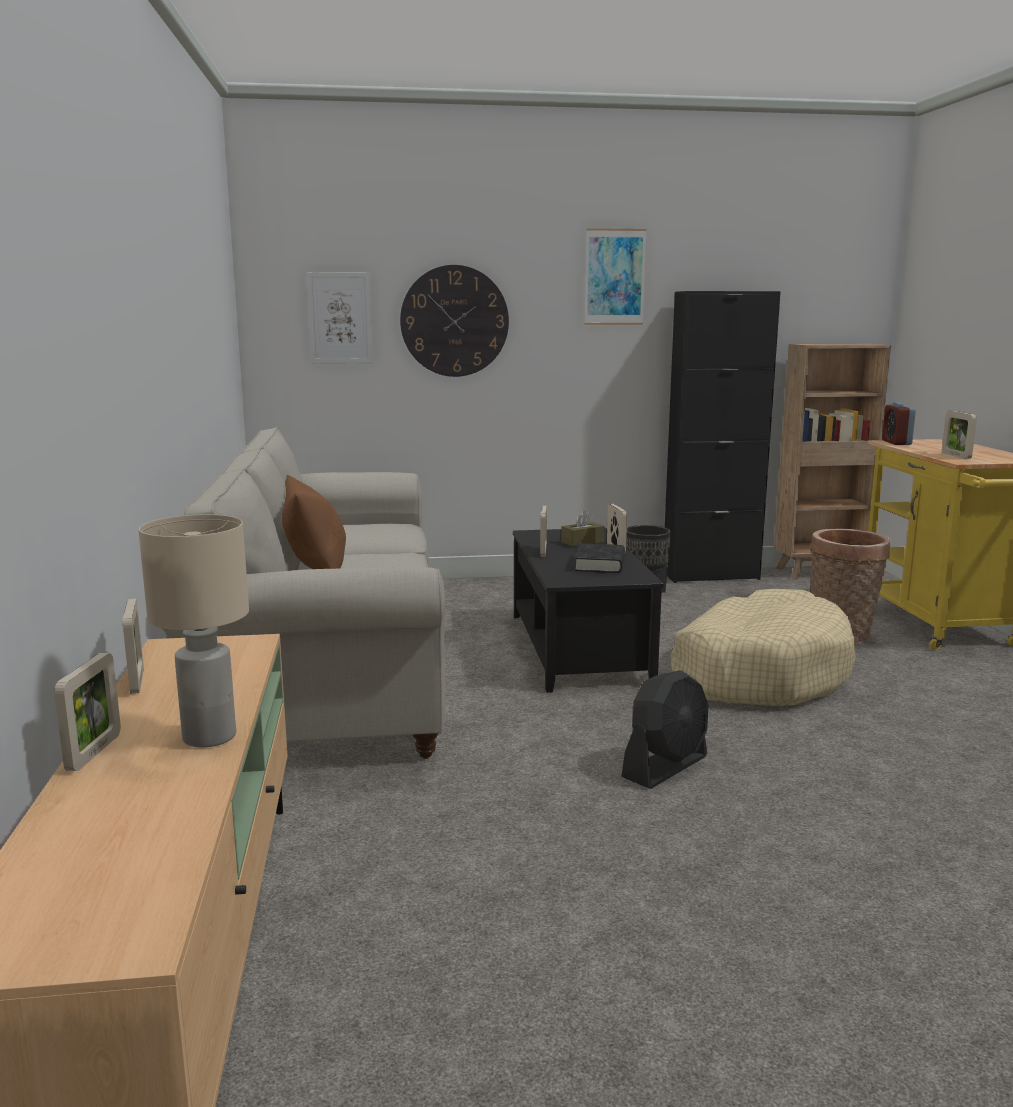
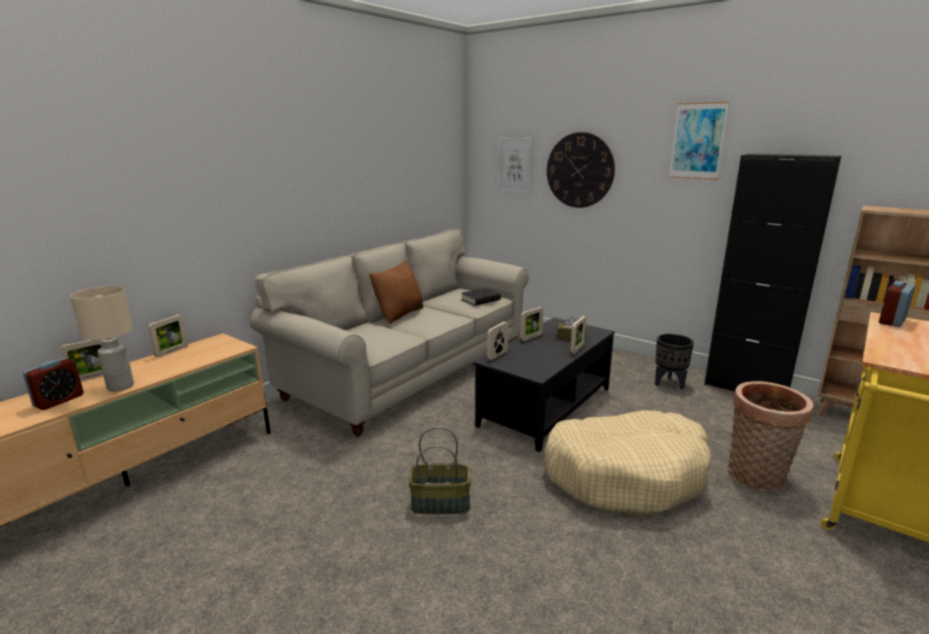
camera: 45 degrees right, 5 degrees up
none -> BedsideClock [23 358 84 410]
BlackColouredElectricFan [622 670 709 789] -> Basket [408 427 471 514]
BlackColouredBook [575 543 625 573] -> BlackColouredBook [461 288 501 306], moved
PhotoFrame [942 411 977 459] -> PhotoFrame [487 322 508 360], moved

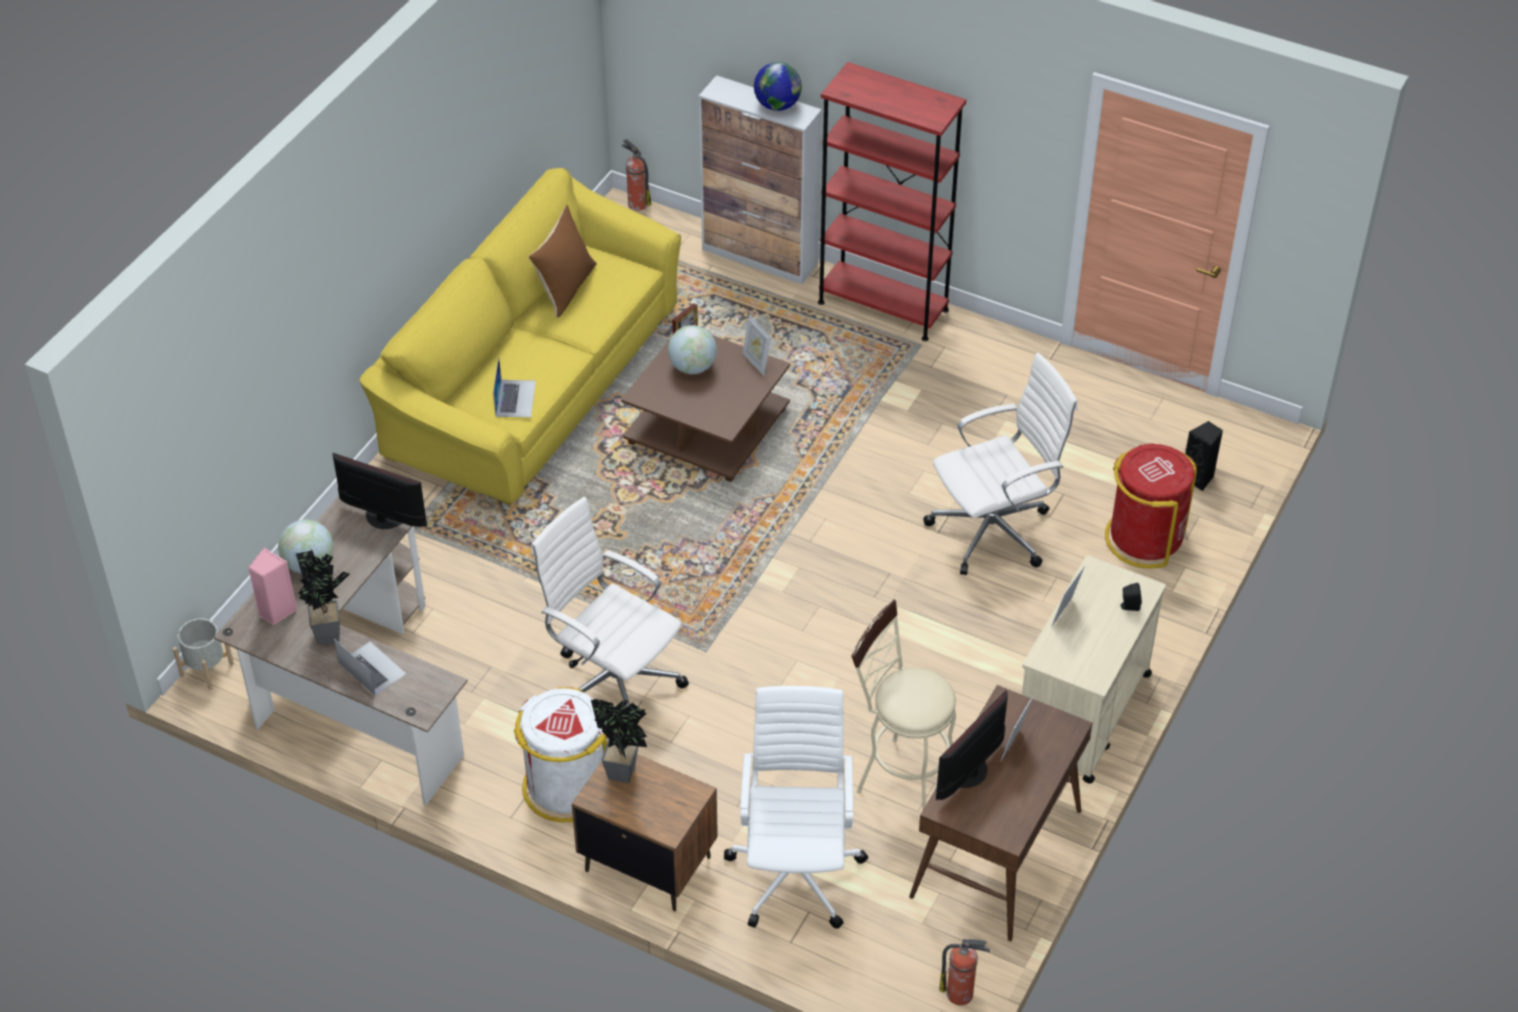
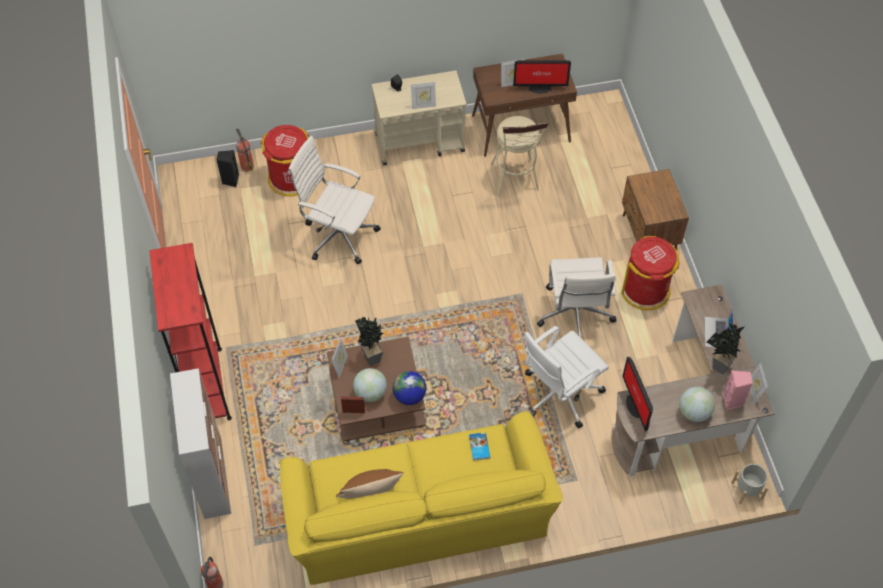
camera: 130 degrees left, 10 degrees up
FireExtinguisher [939 939 990 1005] -> FireExtinguisher [236 128 254 172], moved
PottedPlant [591 699 647 783] -> PottedPlant [355 316 383 366], moved
DeskGlobe [754 62 802 111] -> DeskGlobe [392 371 426 405], moved
NotebookComputer [493 357 536 418] -> Book [469 432 490 461]
WhiteColouredDeskChair [724 686 868 929] -> WhiteColouredDeskChair [524 326 609 429], moved
WhiteColouredTrashCan [514 687 607 822] -> ReddishTrashCan [622 236 680 310]
none -> PhotoFrame [750 362 768 405]

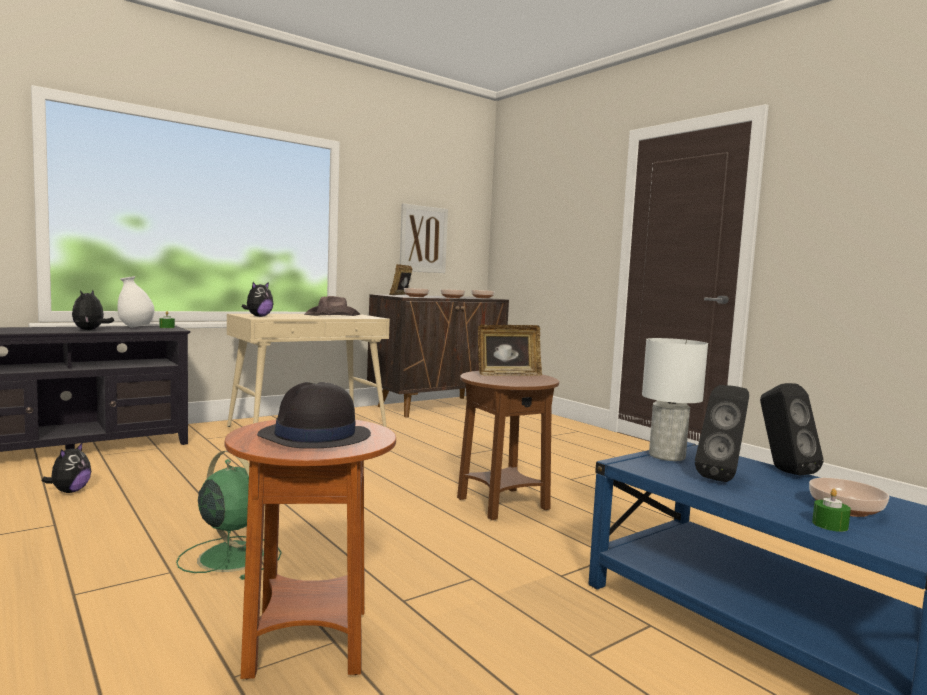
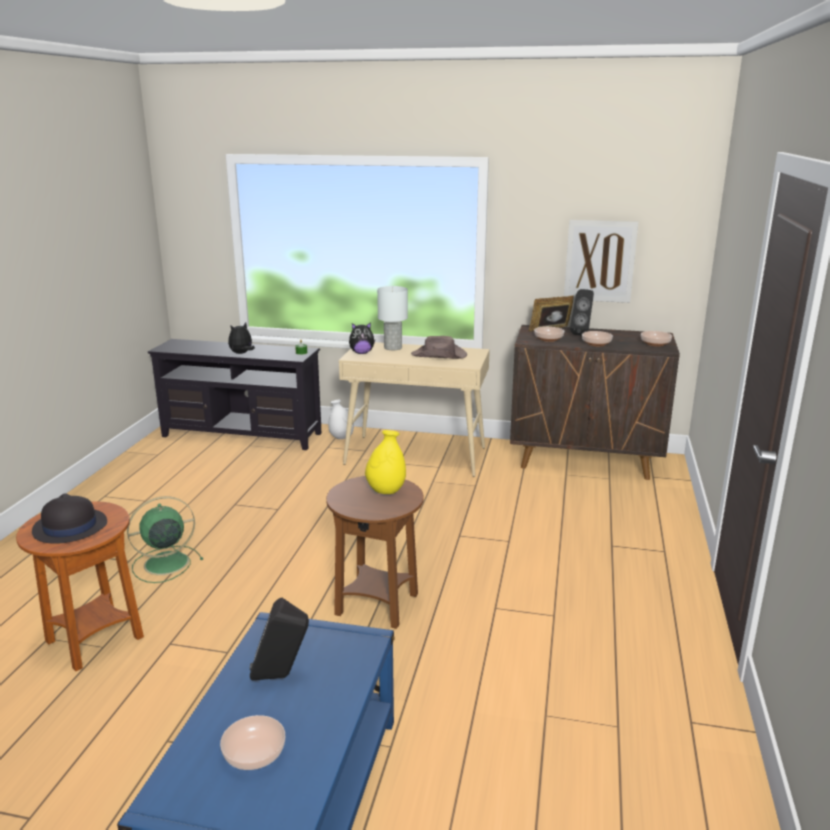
camera: 50 degrees right, 15 degrees up
GreenElectricFan [176 450 282 580] -> GreenElectricFan [127 496 203 583], 120 degrees counterclockwise
WhiteColouredVase [117 276 154 328] -> WhiteColouredVase [328 399 354 439], moved
PhotoFrame [478 325 542 376] -> YellowishVase [365 430 406 494]
WhiteColouredTabletopLamp [642 338 708 461] -> WhiteColouredTabletopLamp [377 286 408 350], moved
BlackColouredSpeaker [760 383 824 475] -> BlackColouredSpeaker [570 289 594 335], moved
CuddlyToy [42 442 91 493] -> none
GreenWaxLight [812 489 851 532] -> none

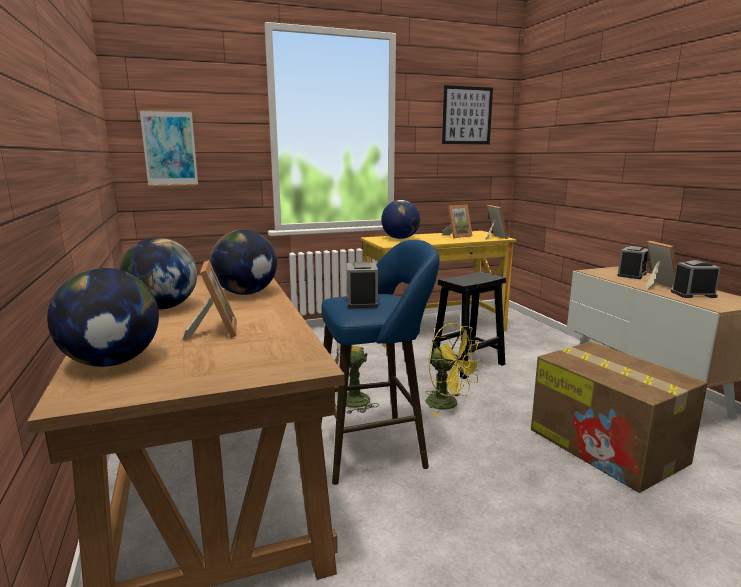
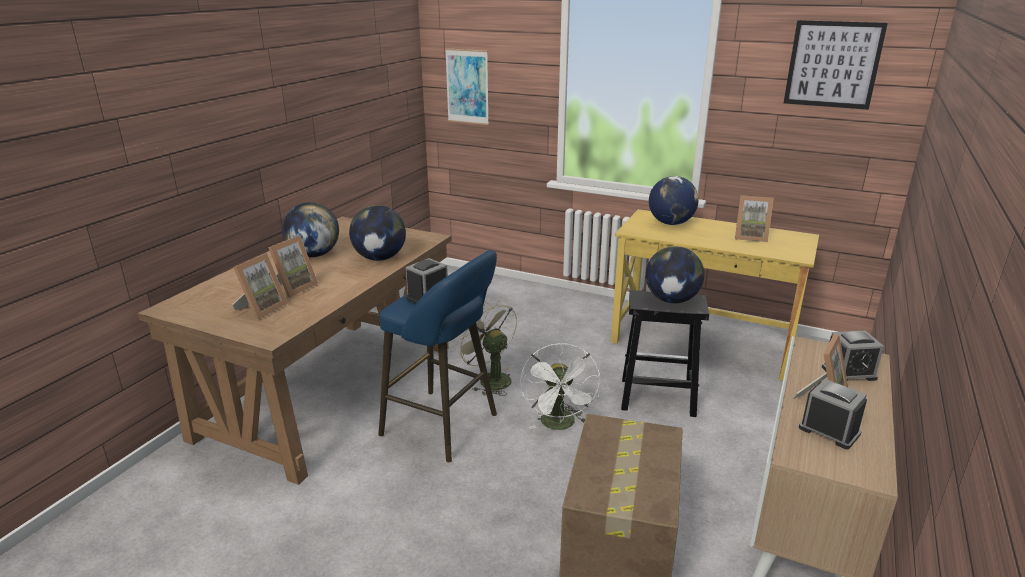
camera: 45 degrees right, 10 degrees up
PhotoFrame [485 205 508 240] -> PhotoFrame [232 253 288 320], moved
YellowishElectricFan [425 323 482 416] -> WhiteColouredElectricFan [520 343 600 430]
DeskGlobe [47 268 159 367] -> DeskGlobe [646 246 704 303], moved

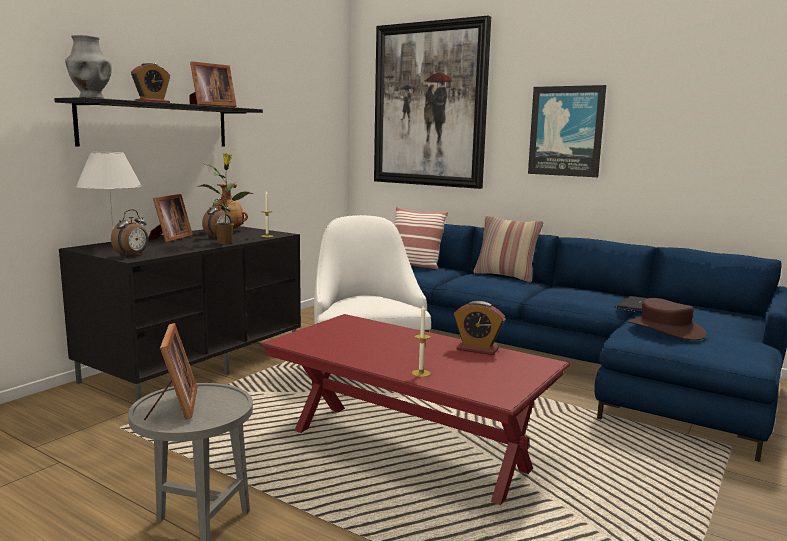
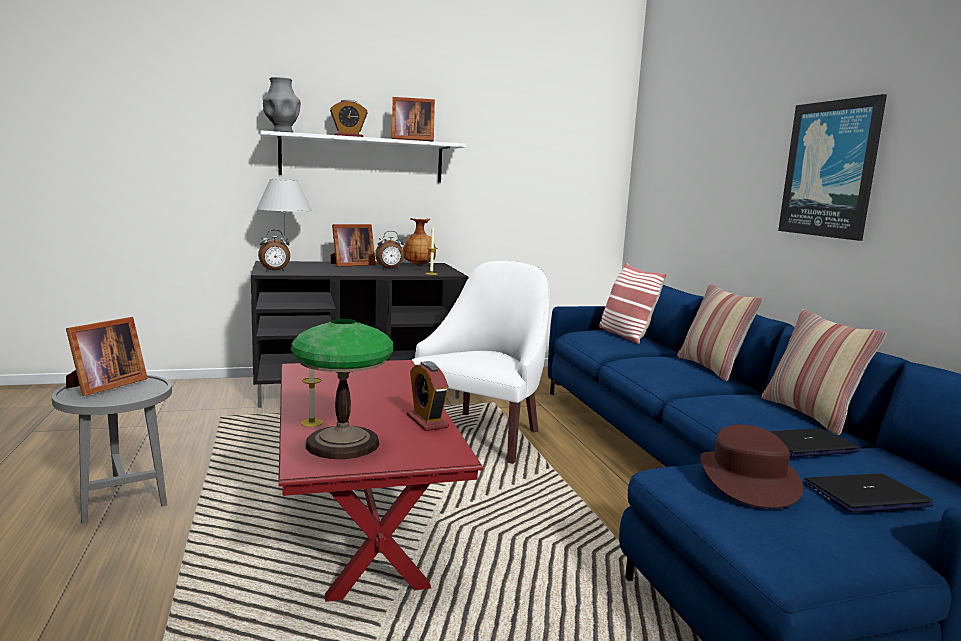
camera: 40 degrees right, 0 degrees up
BlackColouredShelf [54 97 263 146] -> WhiteColouredShelf [260 130 466 182]
none -> TabletopLamp [291 319 394 459]
none -> Cushion [762 309 886 435]
none -> NotebookComputer [805 473 934 512]
PottedPlant [200 153 254 244] -> none
Picture [374 16 491 189] -> none

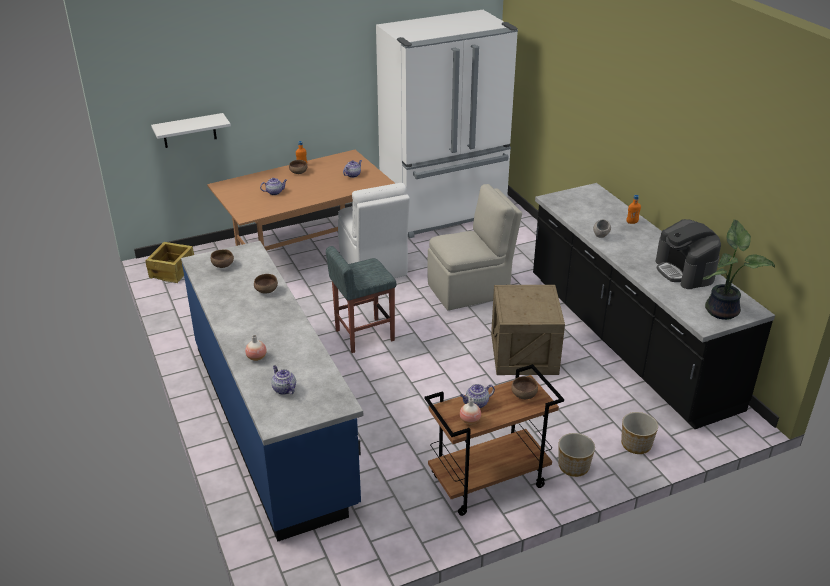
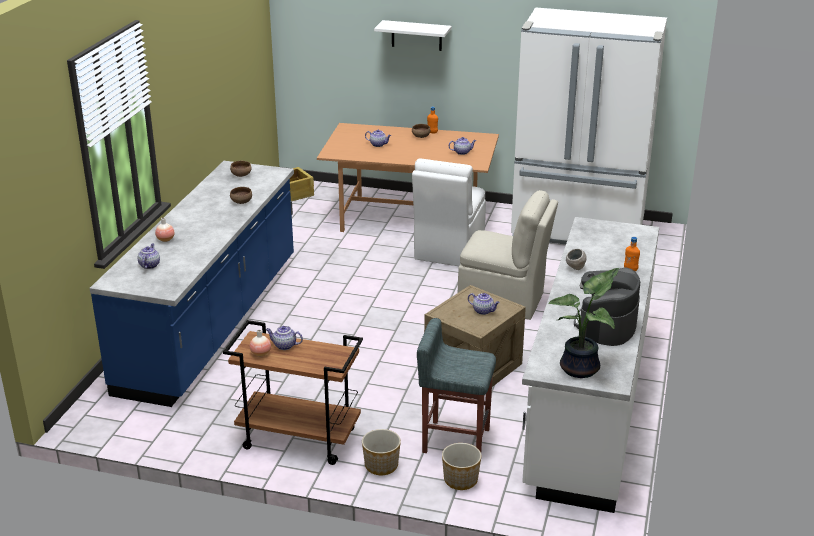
camera: 40 degrees right, 5 degrees down
WhiteColouredShelf [151 113 231 148] -> WhiteColouredShelf [374 20 452 51], moved
GreySittingStool [326 246 397 353] -> GreySittingStool [417 318 496 453], moved
none -> Teapot [468 293 500 315]
BlackColouredCounter [533 183 775 429] -> WhiteColouredCounter [522 217 659 513]
BrownishBowl [511 376 538 399] -> none

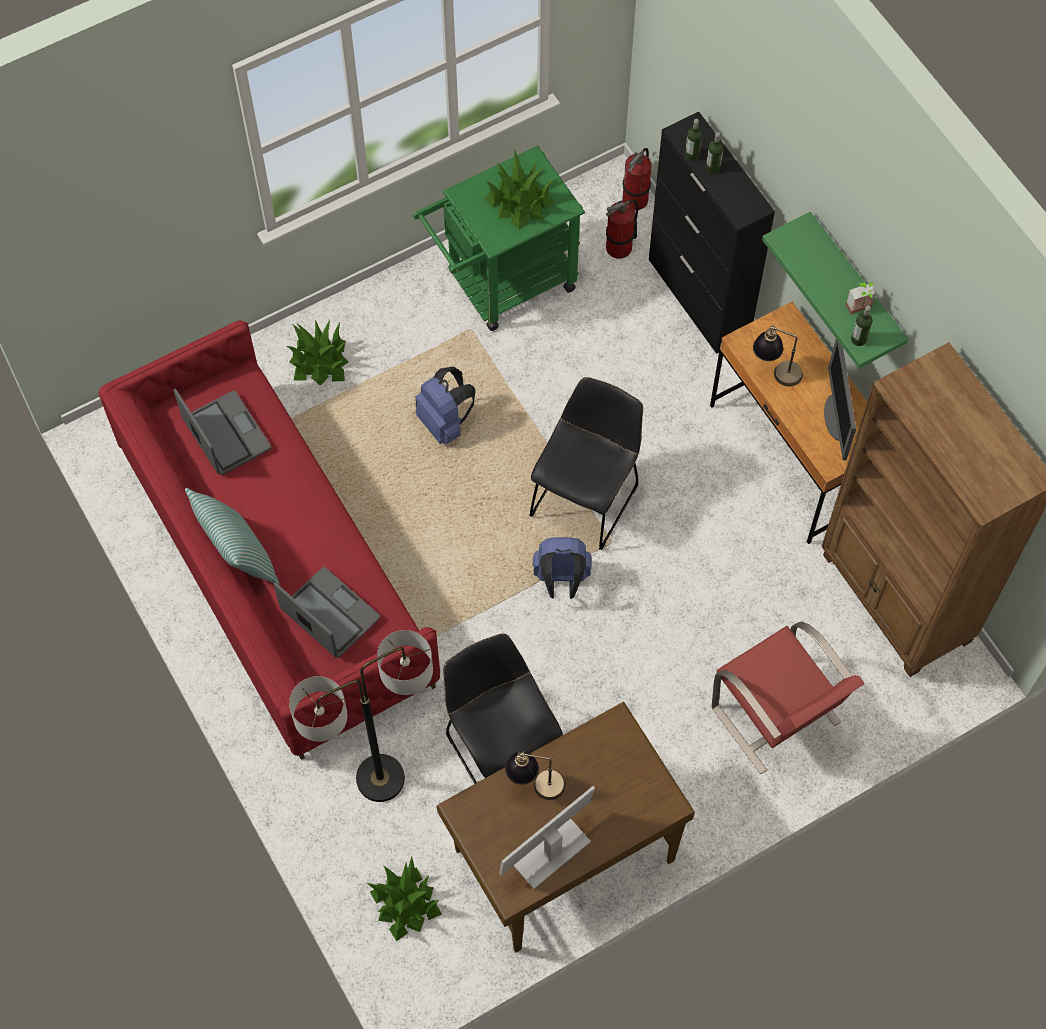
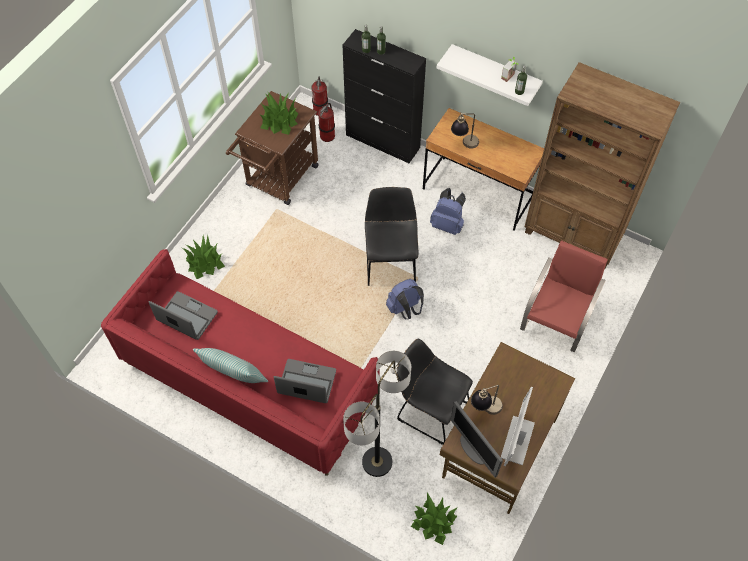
camera: 30 degrees left, 5 degrees down
GreenTrolley [413 146 585 331] -> BrownishTrolley [226 91 318 205]
BlueColouredKnapsack [415 367 475 444] -> BlueColouredKnapsack [430 188 466 235], moved
GreenShelf [762 212 908 368] -> WhiteColouredShelf [437 44 543 106]
Monitor [824 339 856 460] -> Monitor [450 401 503 478], moved
ReddishChair [712 621 865 774] -> ReddishChair [520 240 608 352], 90 degrees counterclockwise

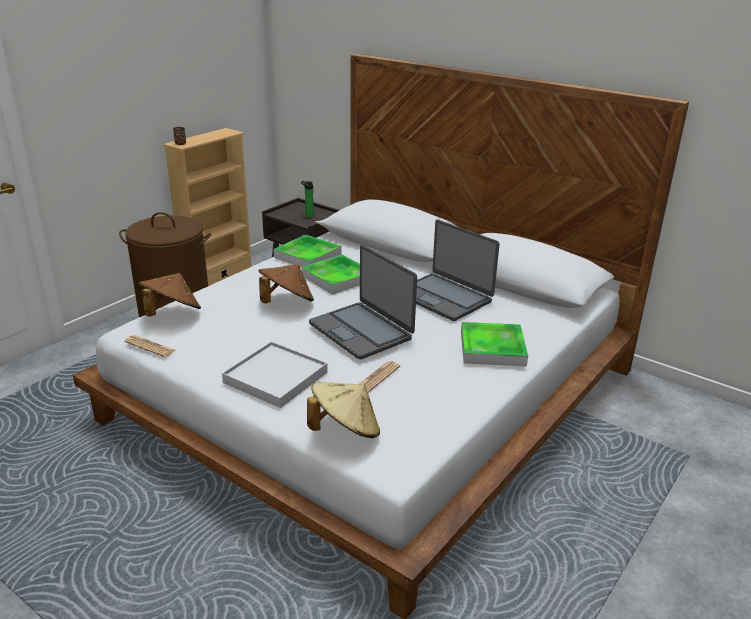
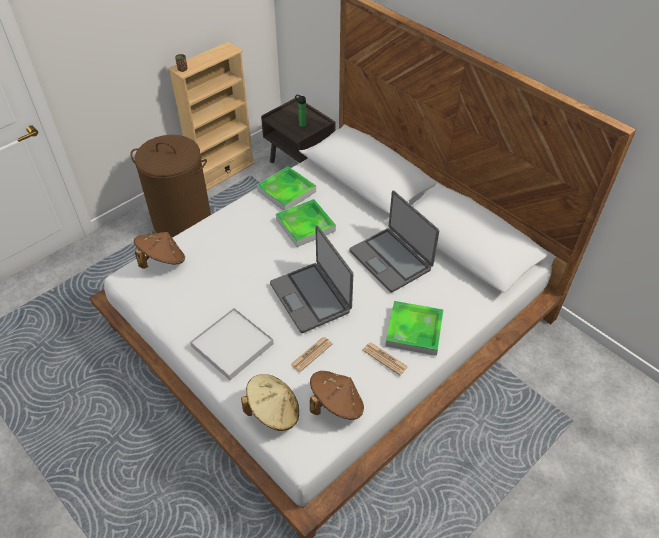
camera: 10 degrees right, 20 degrees up
BrownishWearableHat [258 265 314 303] -> BrownishWearableHat [310 371 364 420], moved
Newspaper [124 335 176 357] -> Newspaper [363 342 408 375], moved

